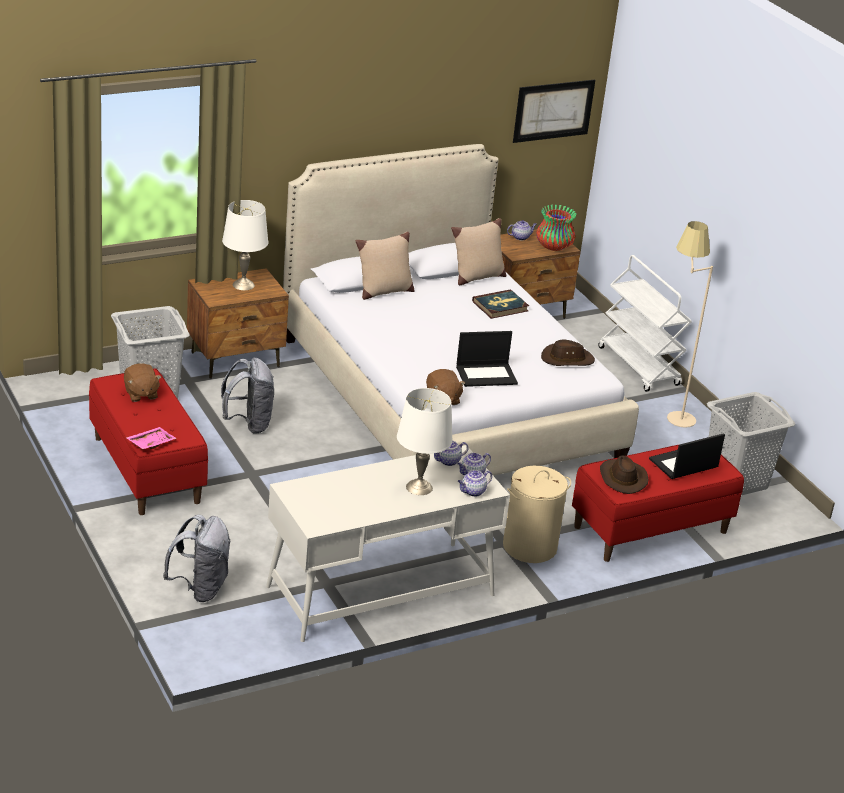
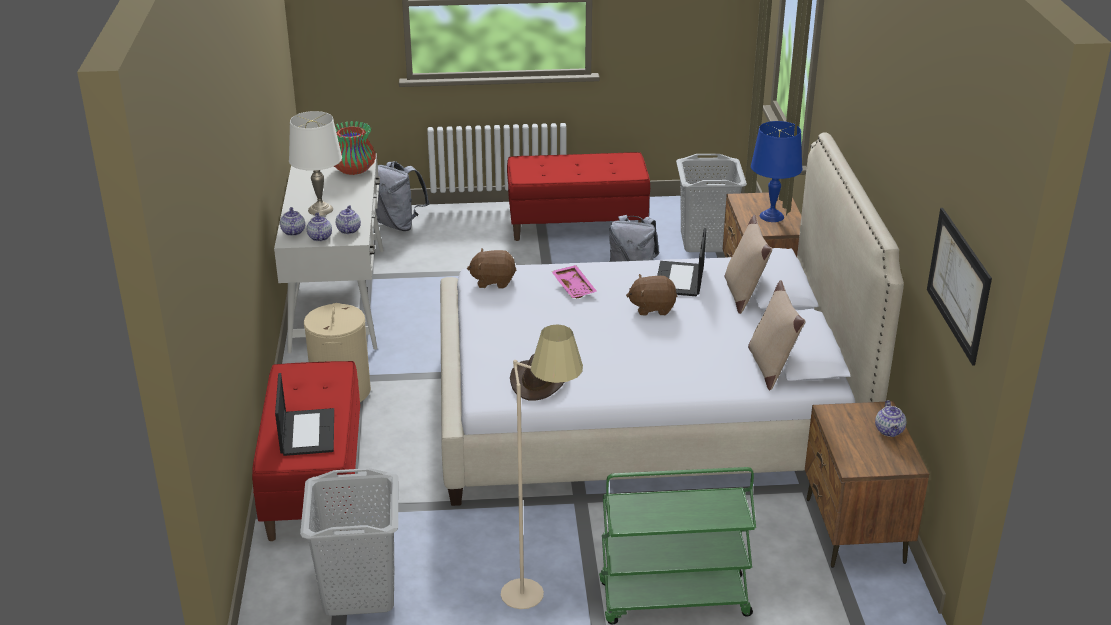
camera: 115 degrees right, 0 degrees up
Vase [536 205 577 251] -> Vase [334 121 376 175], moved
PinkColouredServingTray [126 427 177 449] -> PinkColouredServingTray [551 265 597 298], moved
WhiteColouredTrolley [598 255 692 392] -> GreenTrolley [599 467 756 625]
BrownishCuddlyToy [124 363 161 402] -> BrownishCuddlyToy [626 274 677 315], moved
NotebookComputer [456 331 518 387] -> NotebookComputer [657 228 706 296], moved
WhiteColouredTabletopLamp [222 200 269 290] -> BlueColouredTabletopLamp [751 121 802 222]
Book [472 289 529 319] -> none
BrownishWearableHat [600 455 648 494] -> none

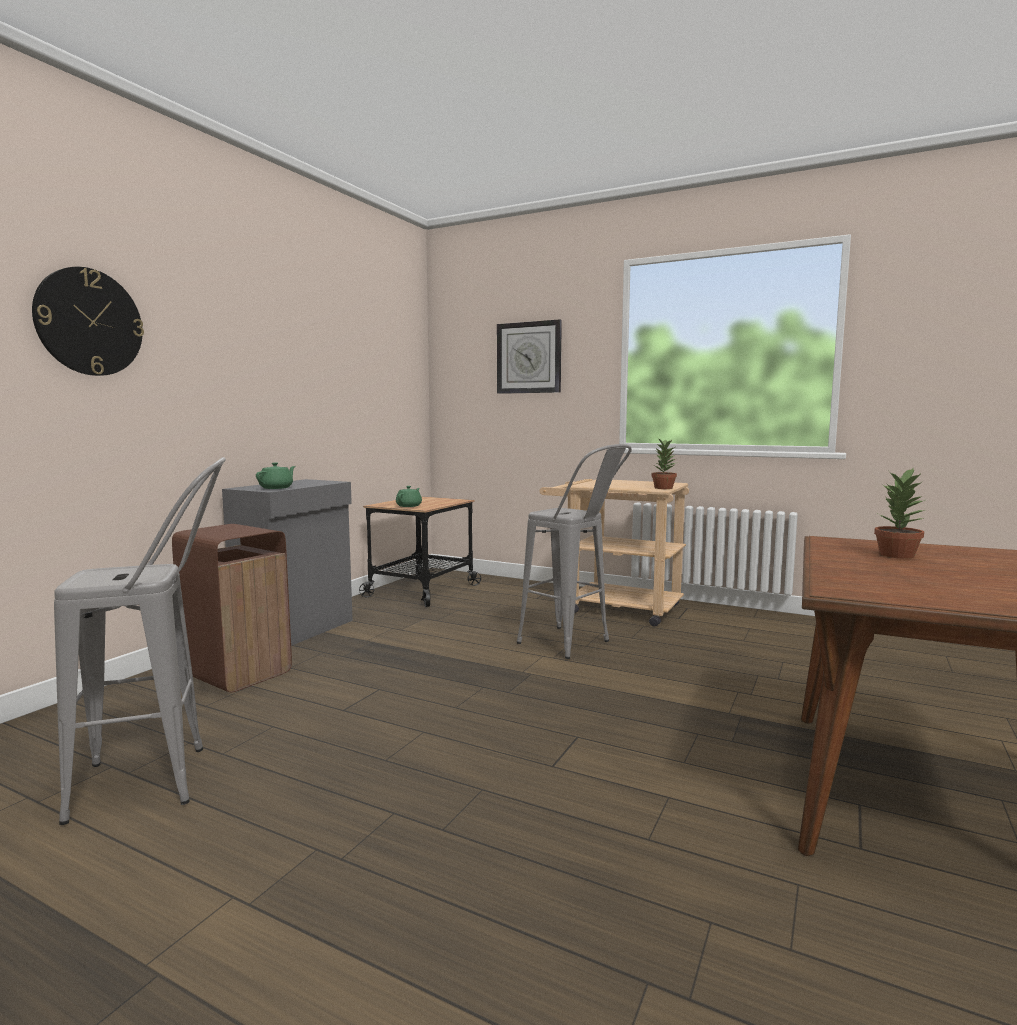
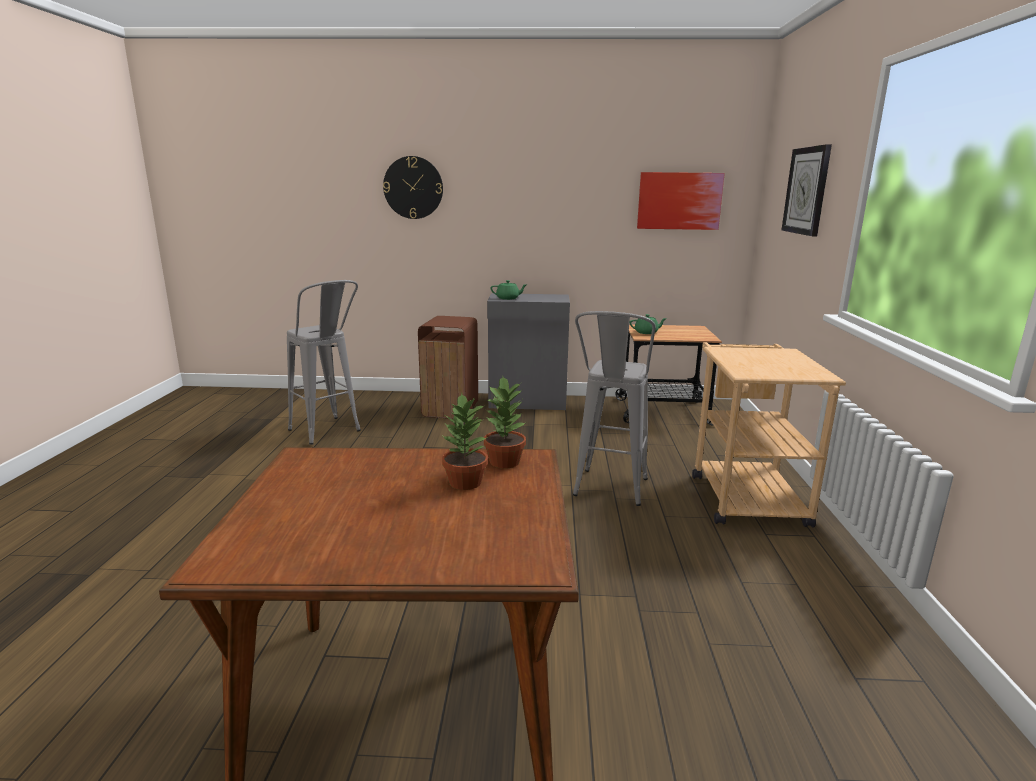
camera: 65 degrees right, 10 degrees up
PottedPlant [651 438 678 489] -> PottedPlant [484 377 527 468], moved
none -> Picture [637 172 725 230]

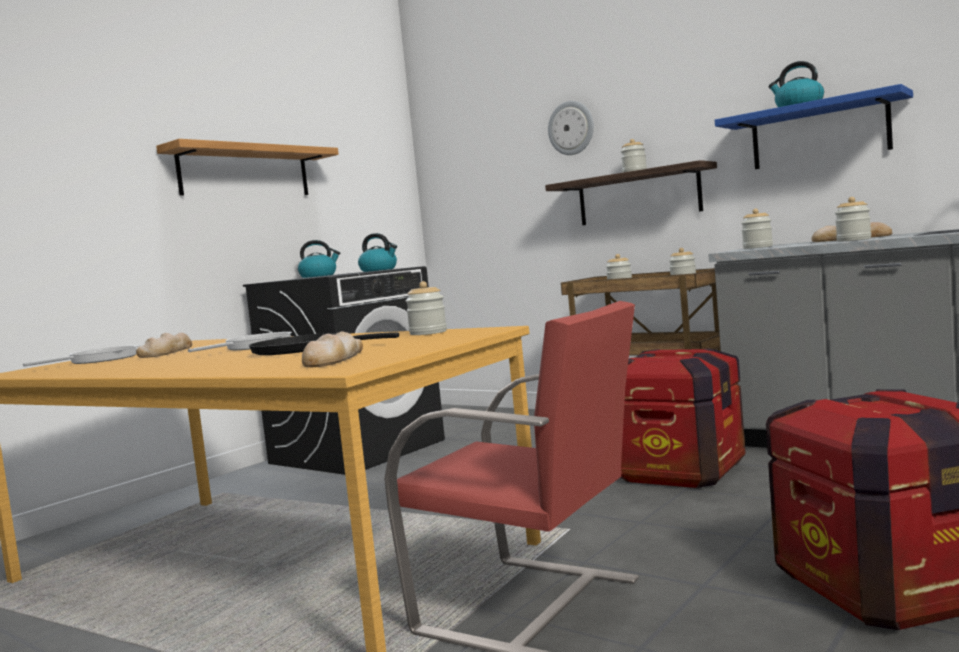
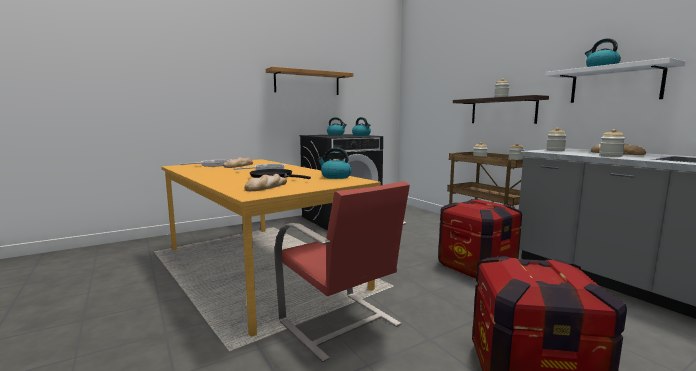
camera: 20 degrees right, 5 degrees up
Jar [406 281 447 335] -> TeaKettle [317 148 352 179]
BlueColouredShelf [715 84 913 169] -> WhiteColouredShelf [545 58 686 103]
ClockOnTheWall [548 101 594 155] -> none

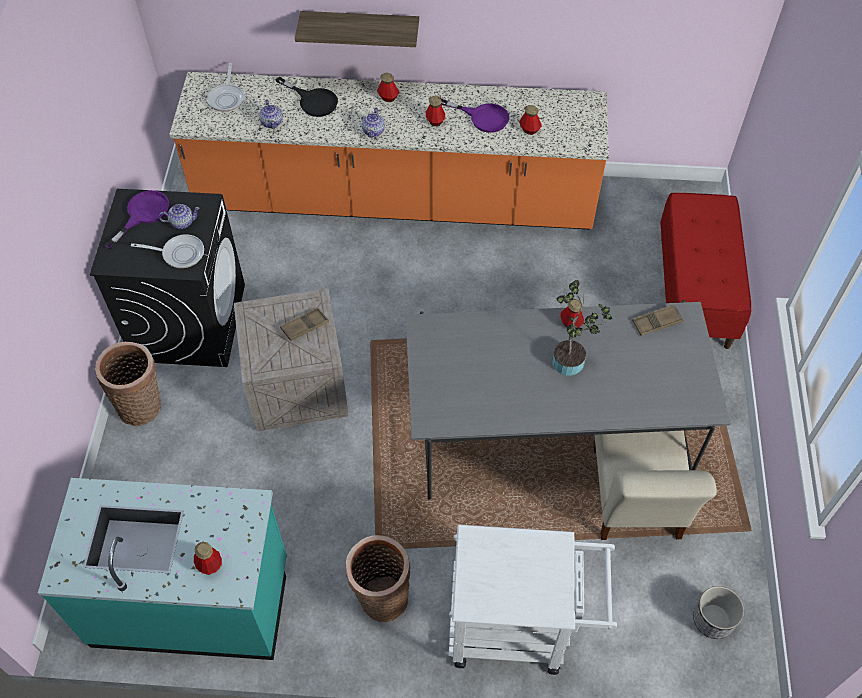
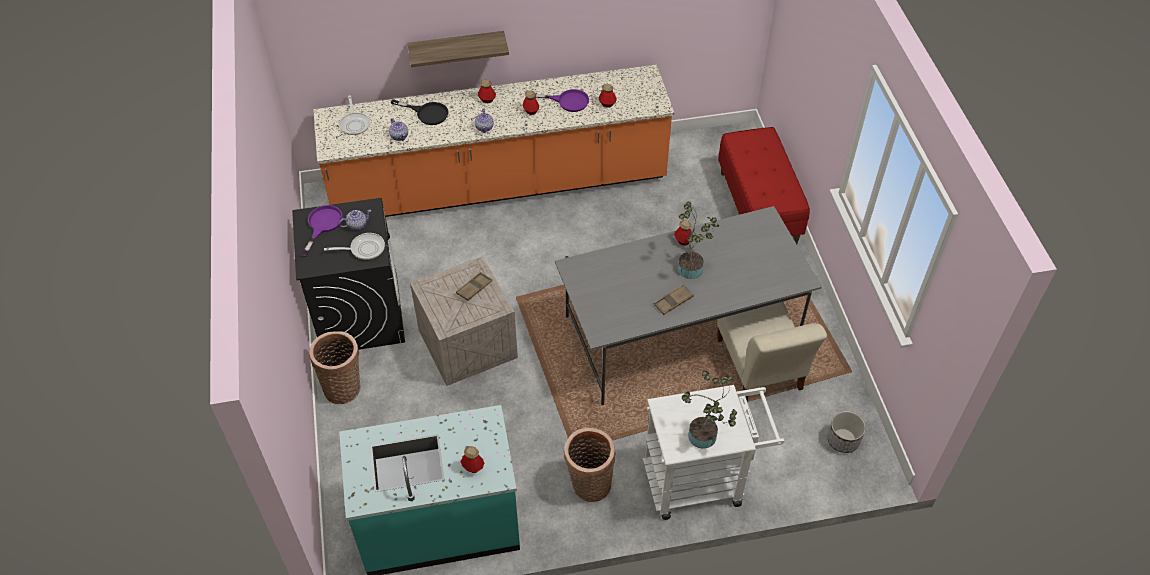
camera: 15 degrees left, 5 degrees down
BrownishServingTray [632 304 683 336] -> BrownishServingTray [654 284 694 315], moved
none -> PottedPlant [682 370 737 449]

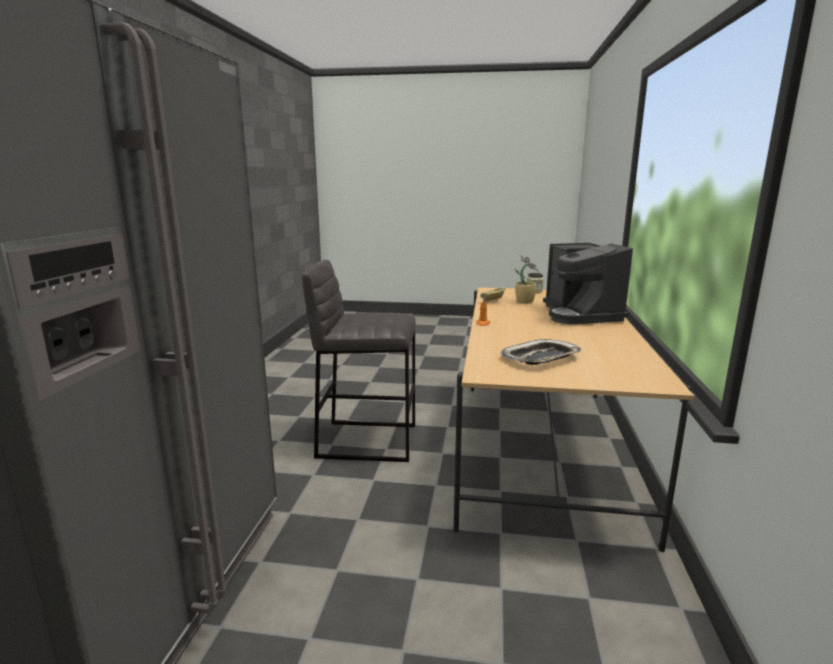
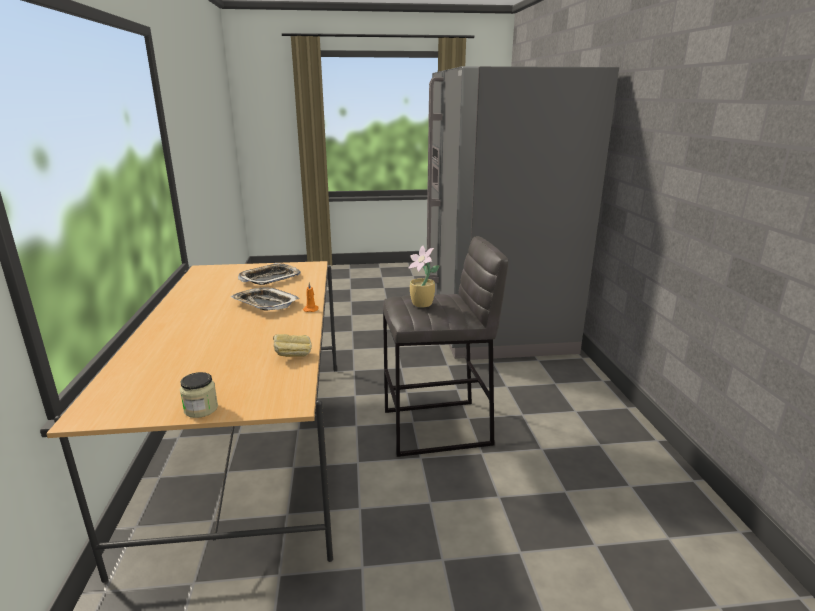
camera: 165 degrees right, 5 degrees up
none -> ServingTray [231 287 299 311]
PottedPlant [514 254 539 304] -> PottedPlant [408 245 440 308], moved
CoffeeMachine [543 243 633 324] -> none

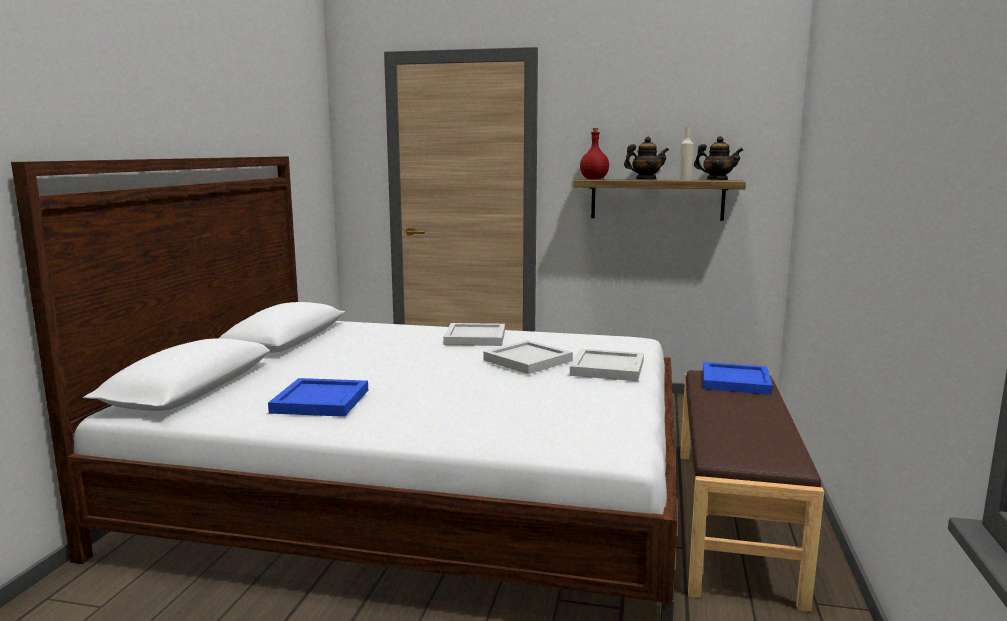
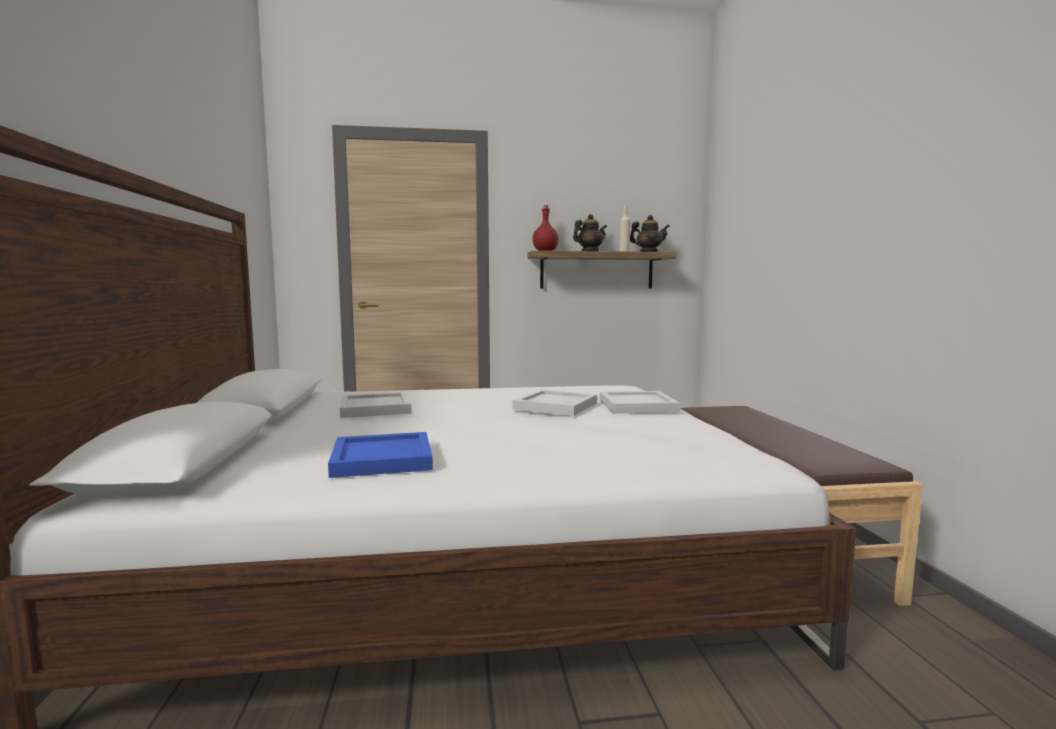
camera: 20 degrees left, 5 degrees down
WhiteColouredServingTray [443 323 505 346] -> WhiteColouredServingTray [340 392 412 418], moved
BlueColouredServingTray [703 362 773 395] -> none

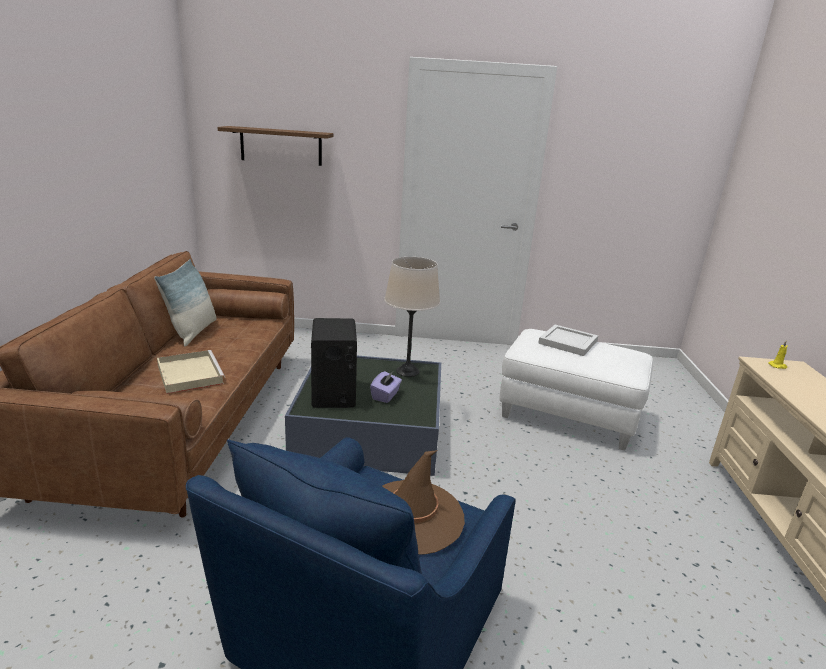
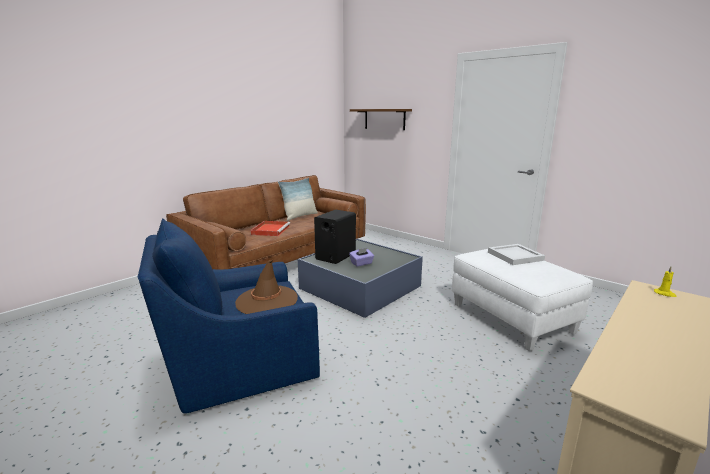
camera: 40 degrees right, 5 degrees down
BeigeColouredServingTray [157 350 225 394] -> ReddishServingTray [250 221 290 236]
BeigeColouredTabletopLamp [384 257 440 377] -> none

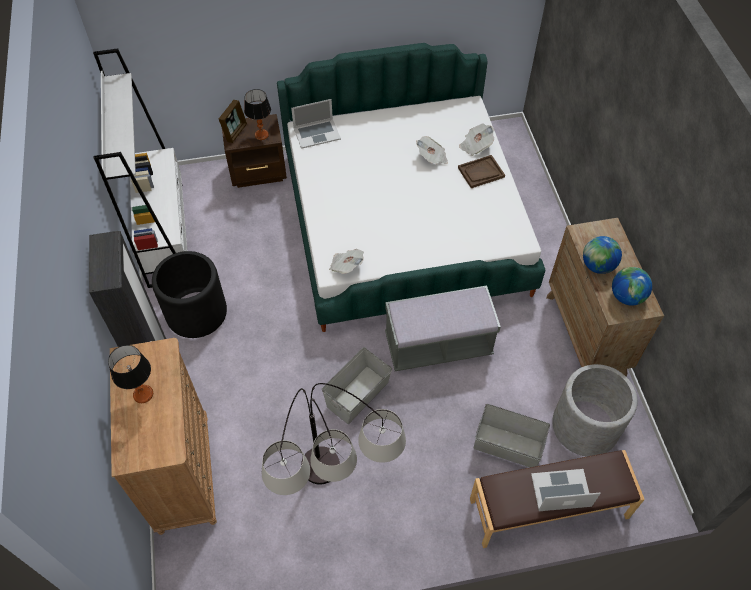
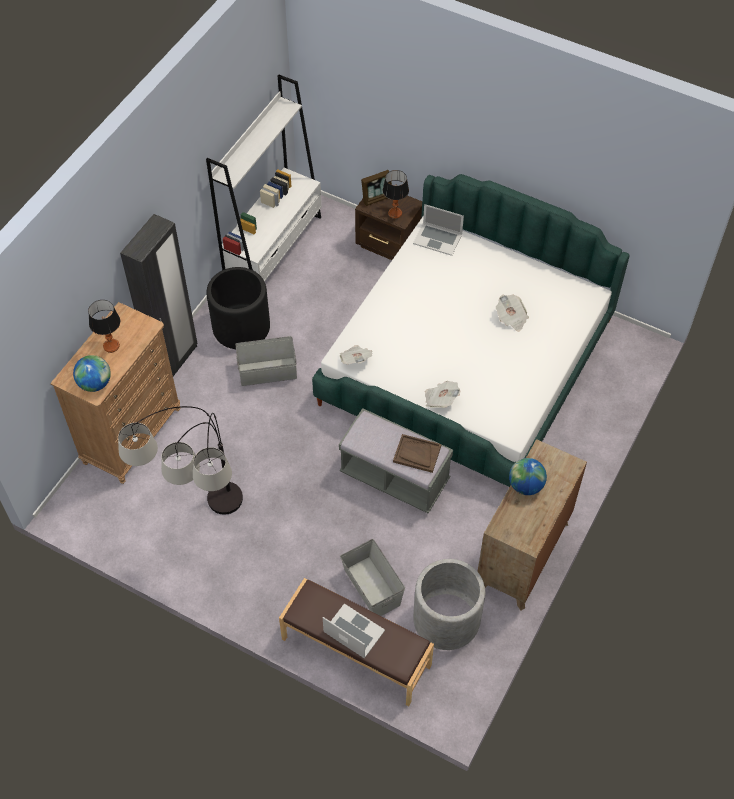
camera: 40 degrees right, 0 degrees up
DeskGlobe [612 267 652 306] -> DeskGlobe [73 355 111 392], moved
GreyStorageBin [322 347 392 424] -> GreyStorageBin [235 336 297 386], moved
BrownishServingTray [458 155 505 188] -> BrownishServingTray [393 434 441 473], moved
Newspaper [459 124 494 156] -> Newspaper [425 381 460 408], moved

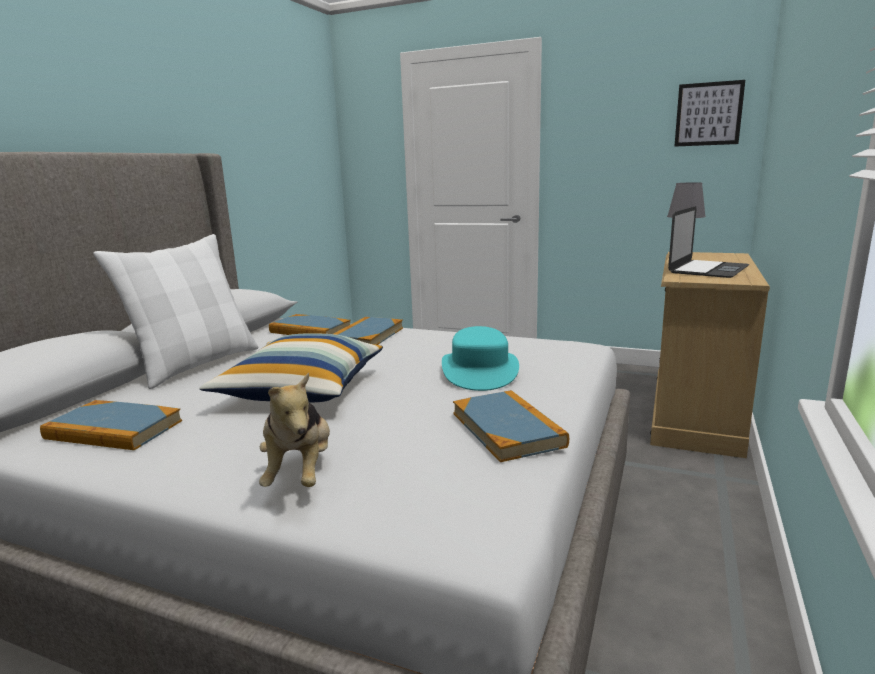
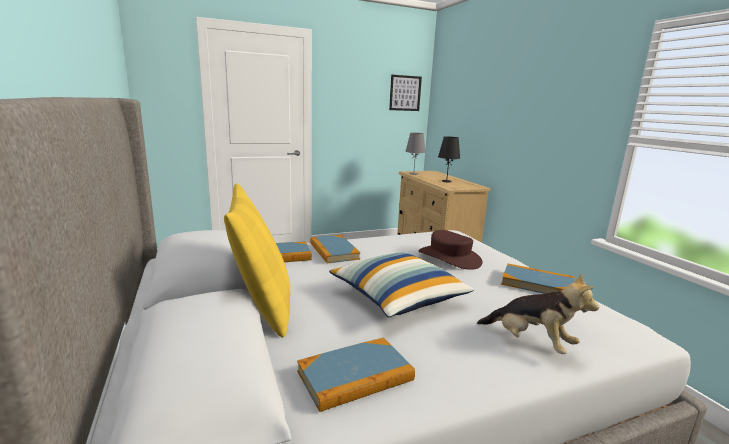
camera: 45 degrees left, 0 degrees up
WhiteColouredCushion [93 234 258 389] -> YellowishCushion [224 184 290 338]
TurquoiseColouredWearableHat [442 326 519 391] -> BrownishWearableHat [418 230 483 270]
NotebookComputer [668 206 749 278] -> BlackColouredTabletopLamp [438 137 460 182]

